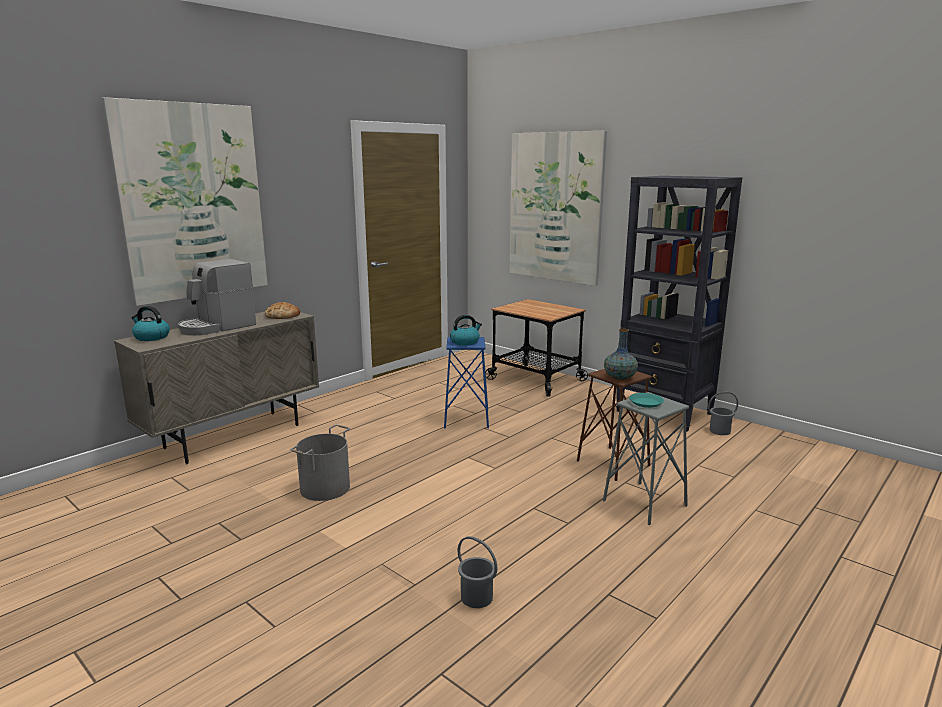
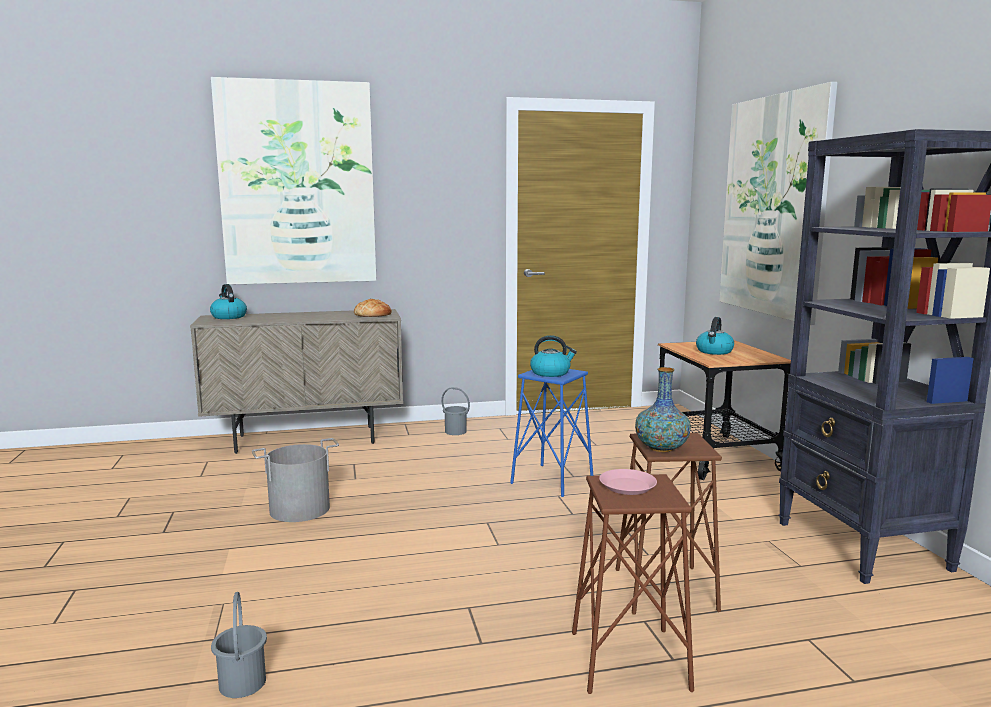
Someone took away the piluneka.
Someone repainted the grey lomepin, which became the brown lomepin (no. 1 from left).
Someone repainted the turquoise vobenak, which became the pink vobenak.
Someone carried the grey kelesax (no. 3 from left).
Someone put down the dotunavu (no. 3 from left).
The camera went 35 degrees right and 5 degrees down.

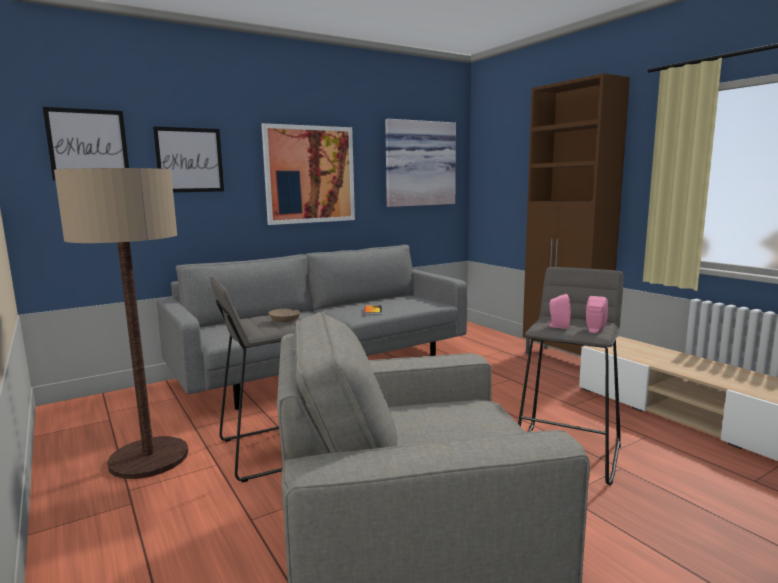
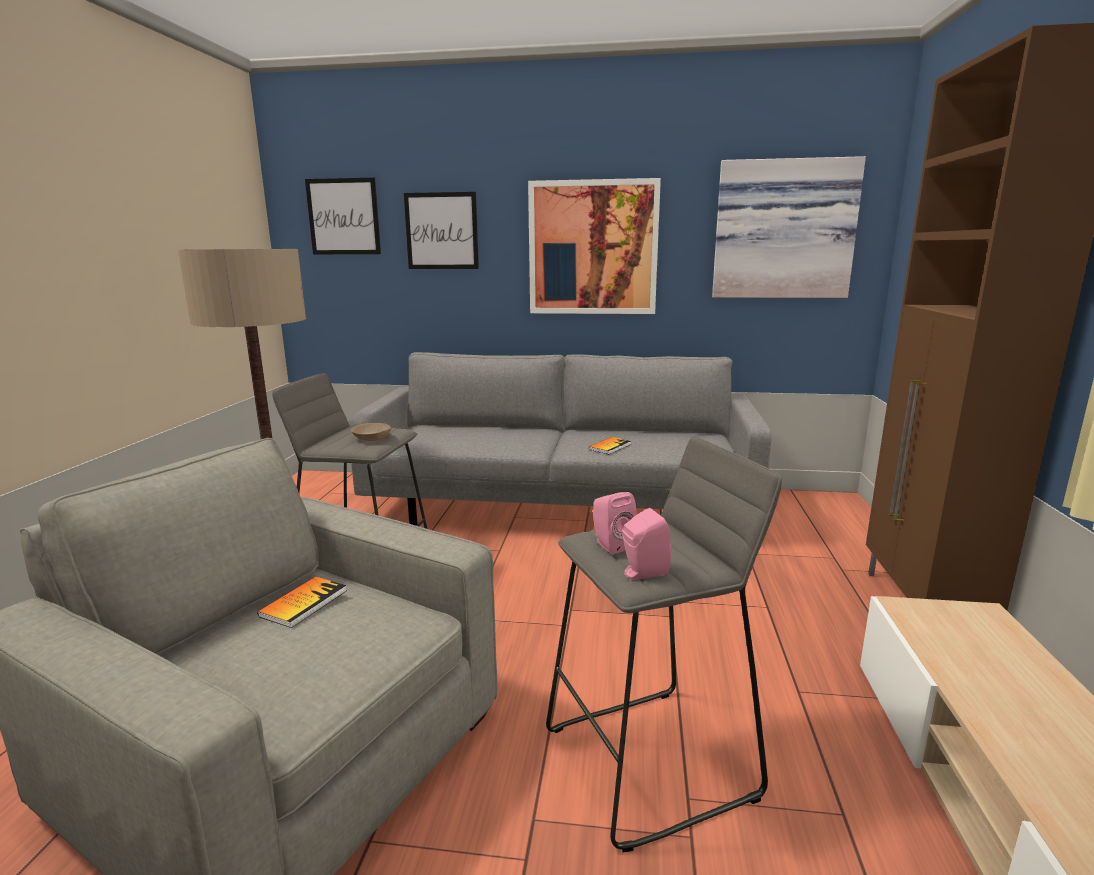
Someone put down the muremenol (no. 1 from left).
The camera went 40 degrees right and 5 degrees up.

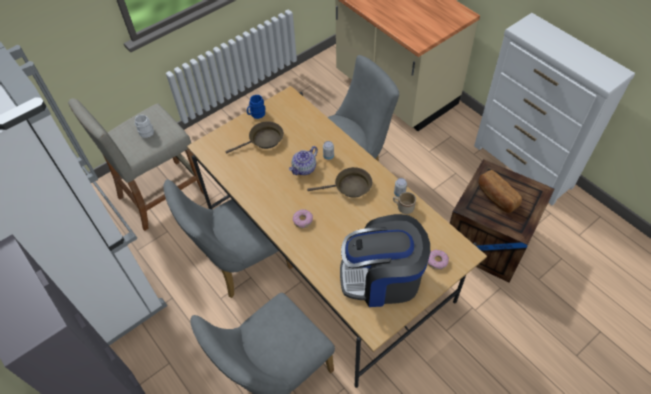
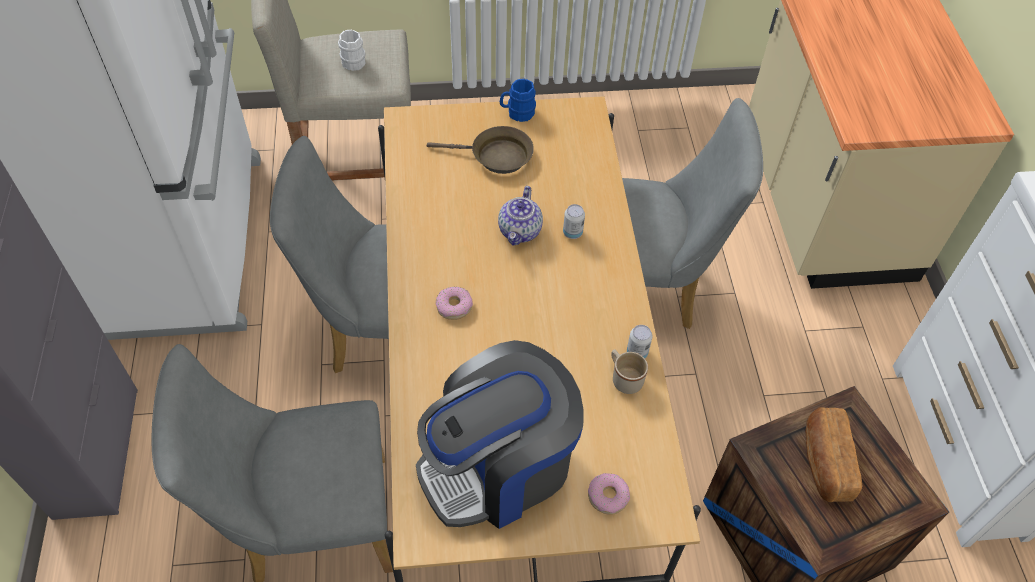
Someone rotated the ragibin by 60 degrees counterclockwise.
Someone took away the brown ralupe (no. 2 from left).
Someone rotated the piluneka by 60 degrees counterclockwise.
The camera went 30 degrees right and 0 degrees up.

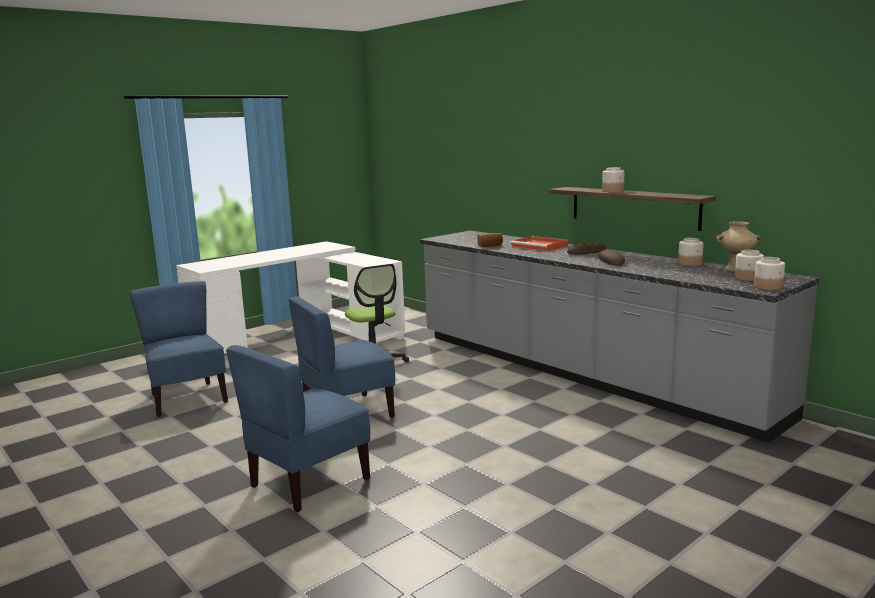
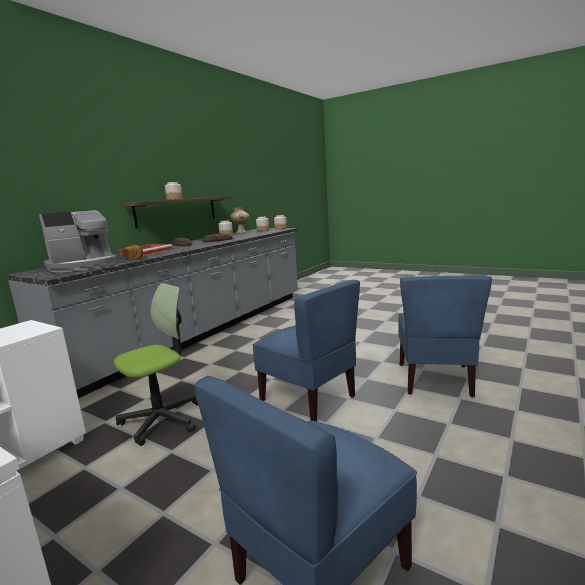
Someone rotated the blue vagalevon (no. 2 from left in the first image) by 75 degrees clockwise.
Someone put down the piluneka.
The camera went 105 degrees left and 0 degrees up.

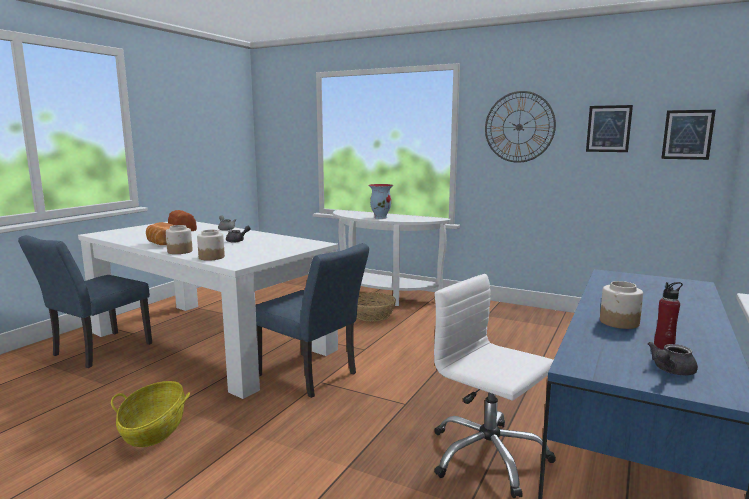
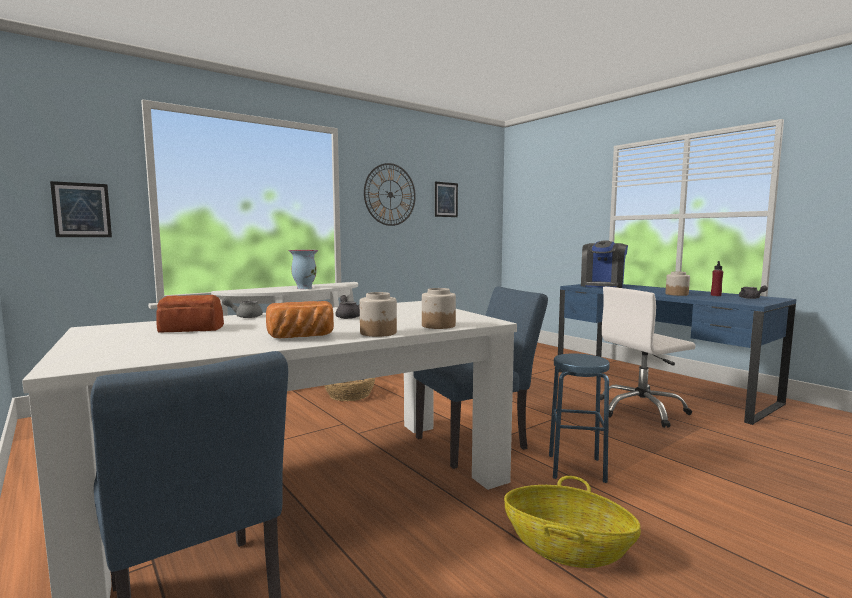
Someone carried the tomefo (no. 2 from left in the first image).
Someone put down the blue lomepin.
Someone put down the piluneka.
The camera went 65 degrees left and 5 degrees down.

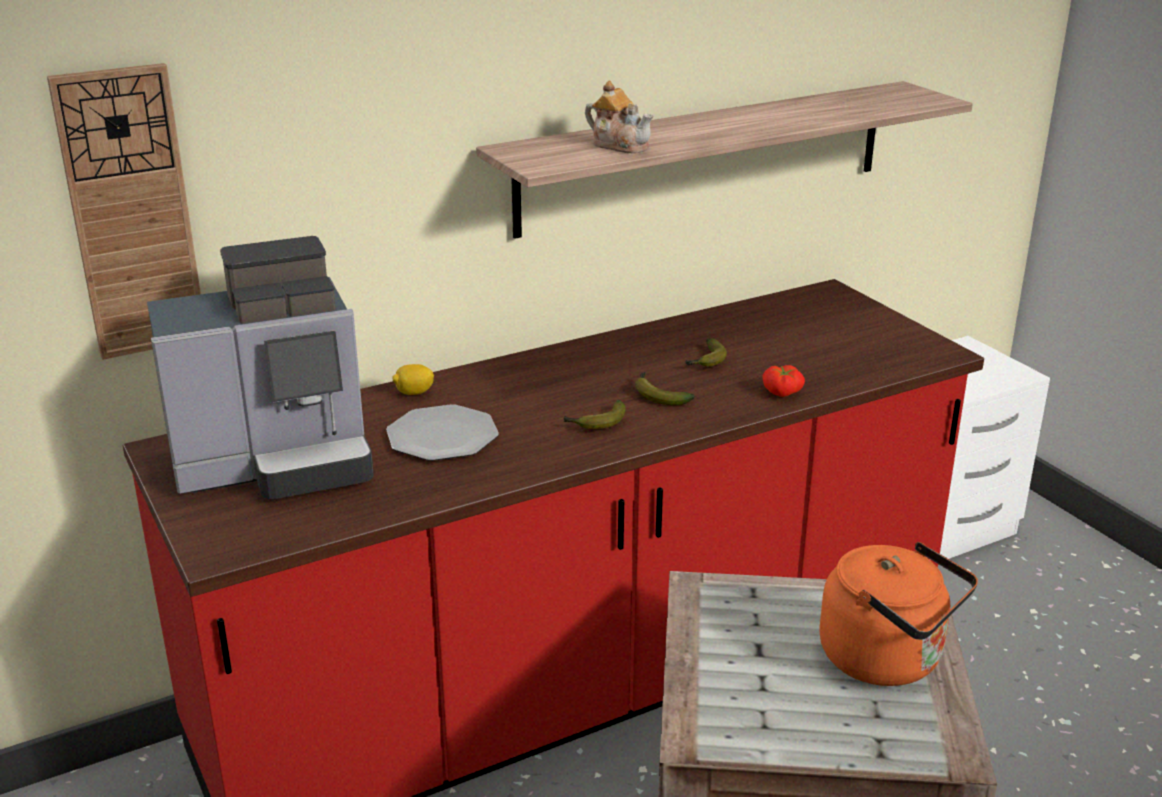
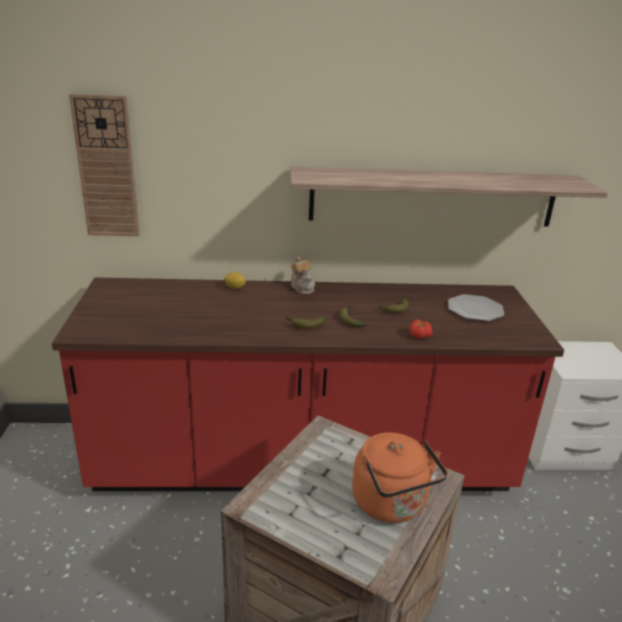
Someone took away the piluneka.
Someone carried the vobenak.
Someone carried the ragibin.
The camera went 25 degrees right and 0 degrees up.

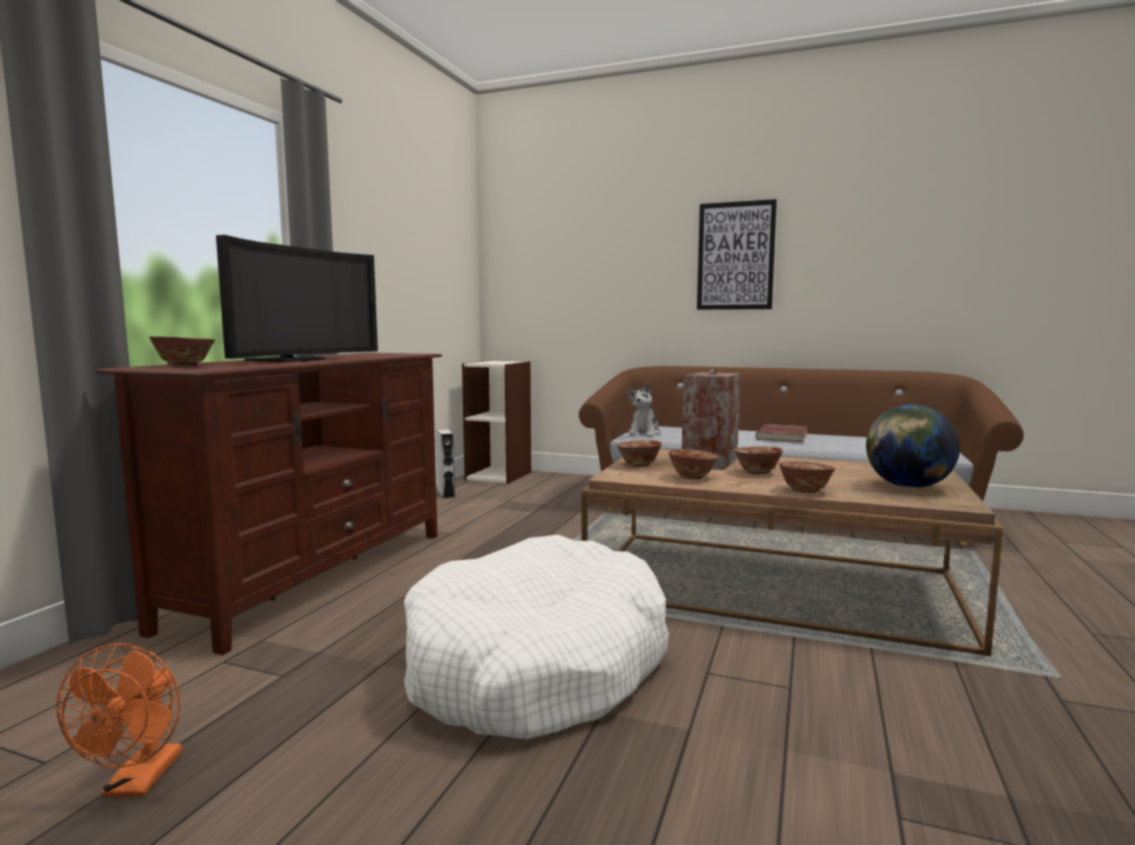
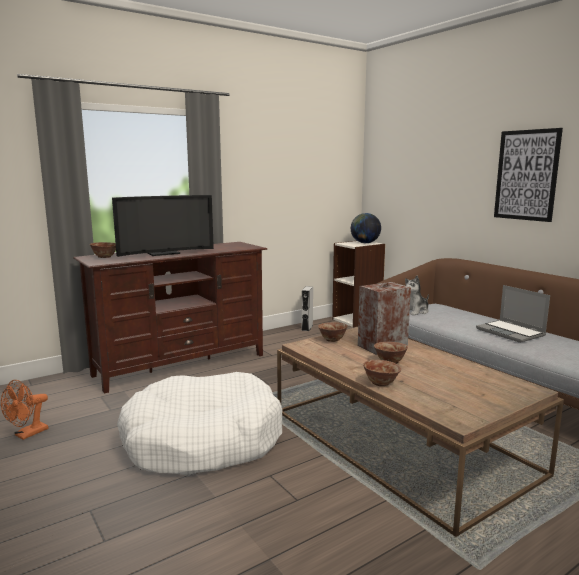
Someone took away the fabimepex (no. 3 from left).
Someone swapped the red muremenol for the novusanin.
Someone carried the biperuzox.
The camera went 35 degrees right and 5 degrees up.

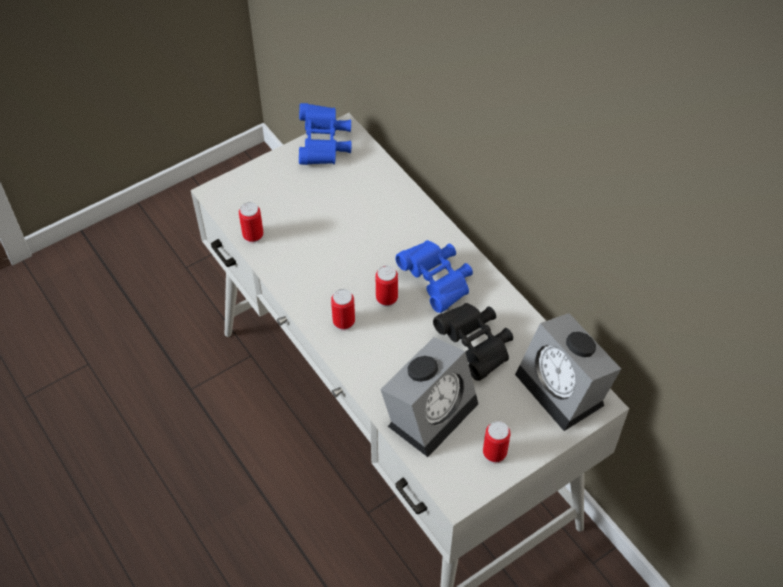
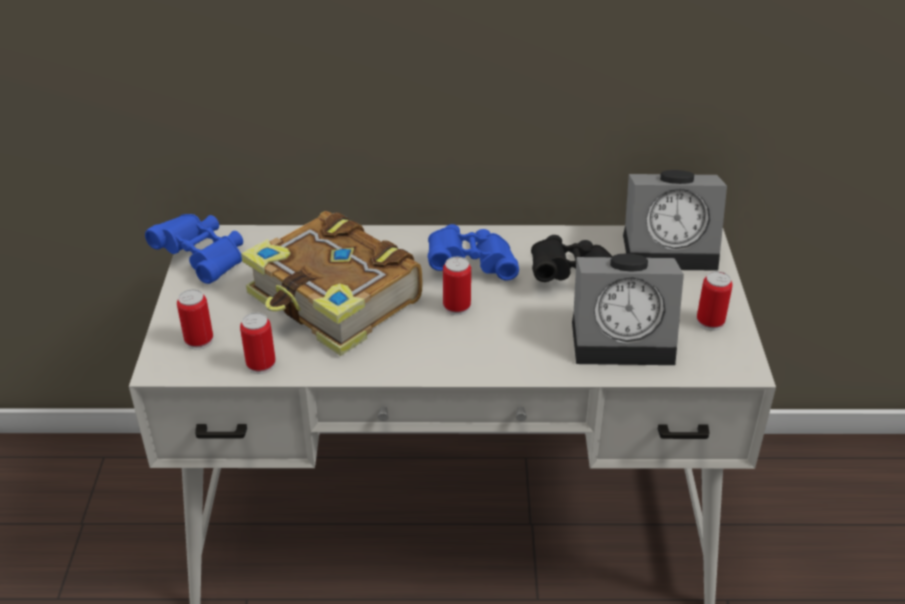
Someone carried the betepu (no. 2 from left in the first image).
Someone rotated the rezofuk (no. 1 from left) by 105 degrees clockwise.
Someone put down the muremenol.
The camera went 55 degrees left and 15 degrees down.

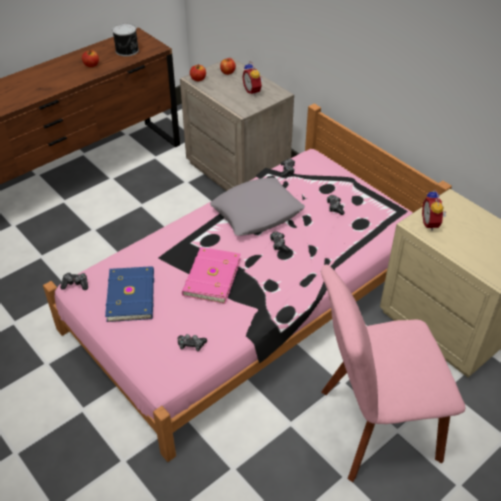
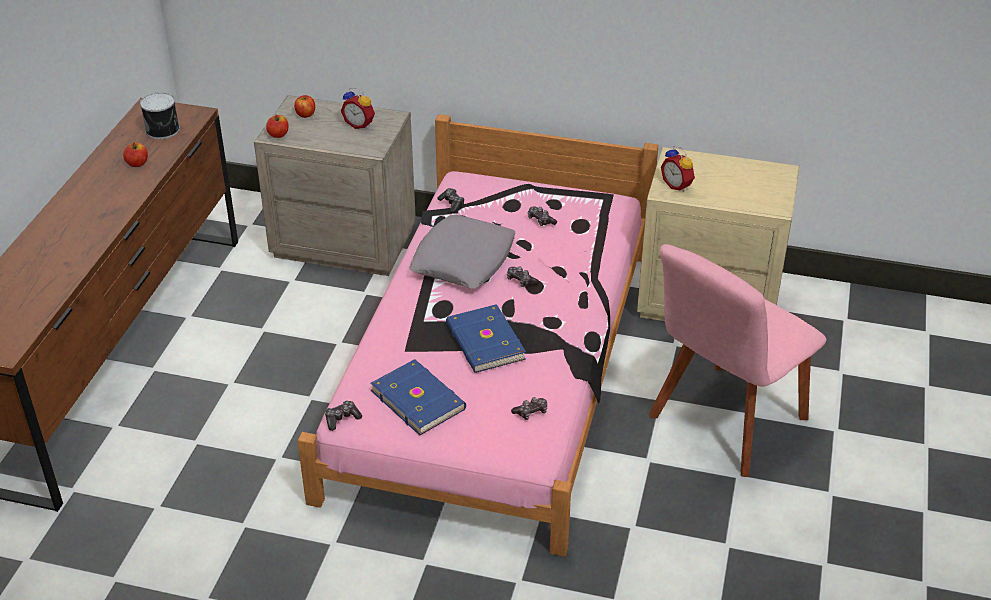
Someone repainted the pink muremenol, which became the blue muremenol (no. 2 from left).
The camera went 35 degrees left and 5 degrees down.

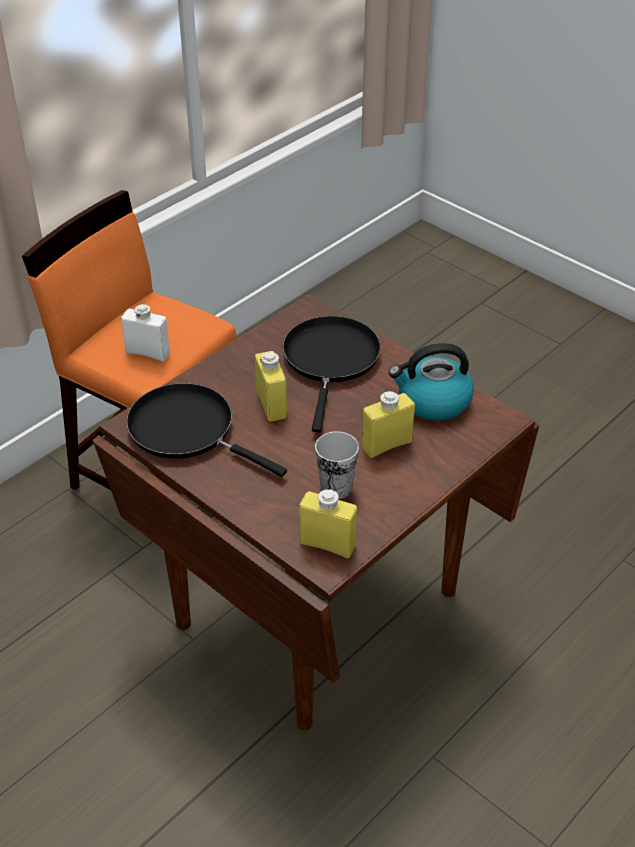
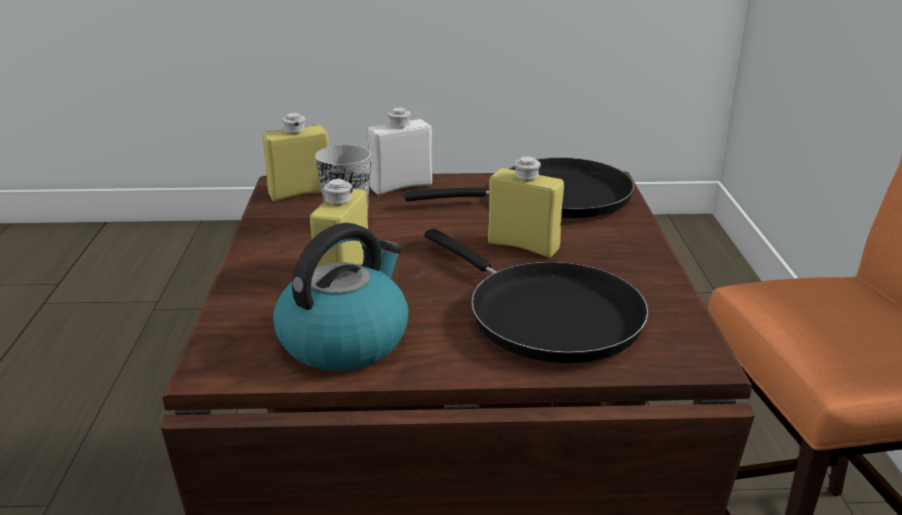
Someone carried the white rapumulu.
The camera went 135 degrees right and 15 degrees down.

